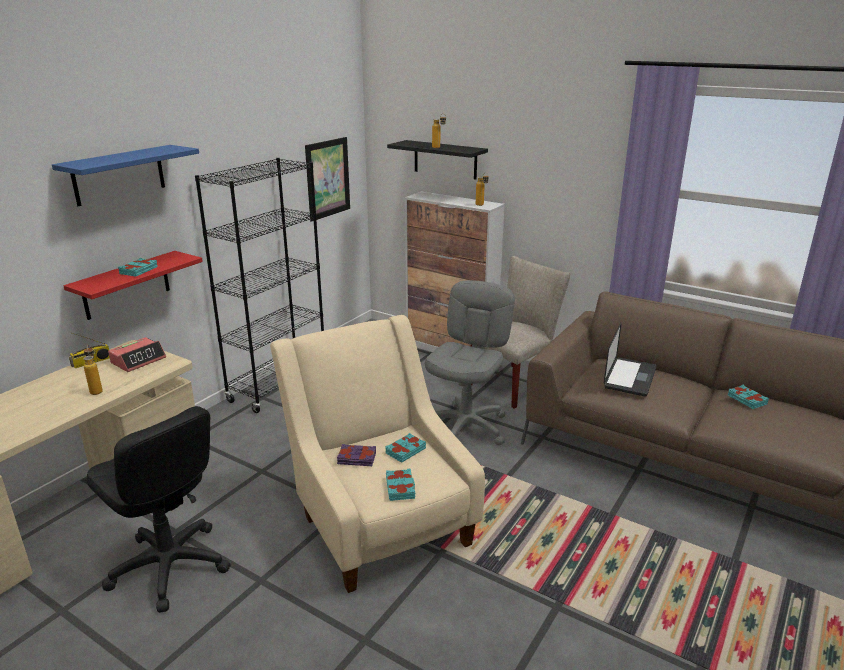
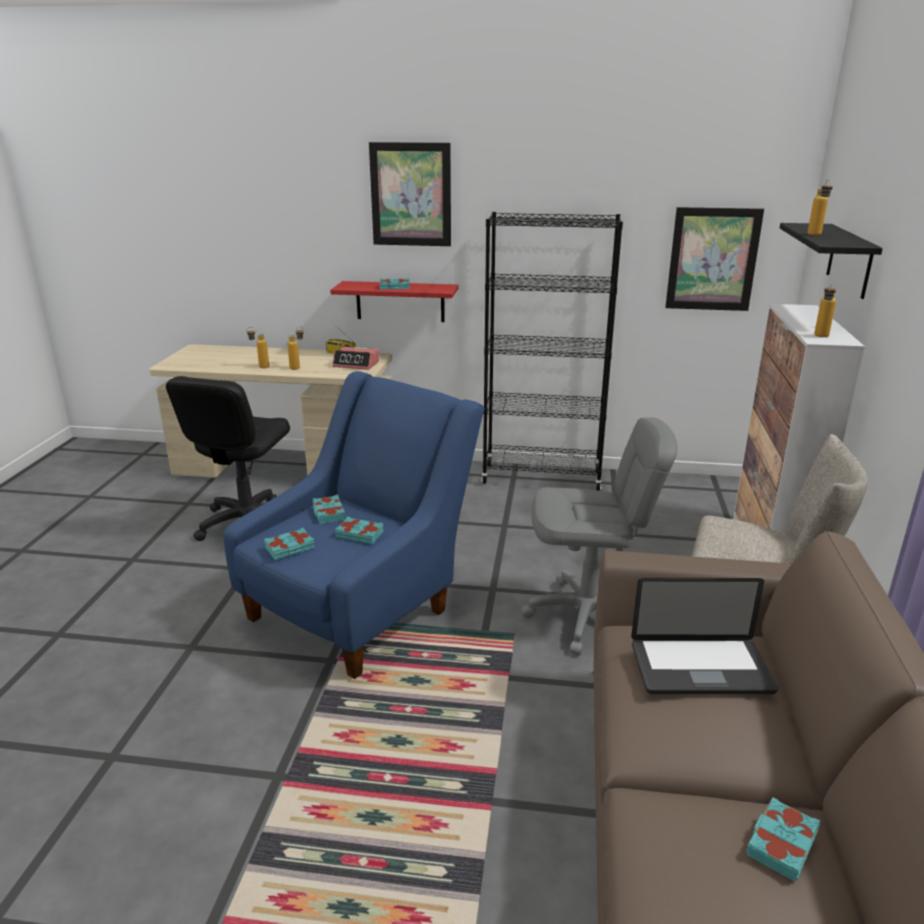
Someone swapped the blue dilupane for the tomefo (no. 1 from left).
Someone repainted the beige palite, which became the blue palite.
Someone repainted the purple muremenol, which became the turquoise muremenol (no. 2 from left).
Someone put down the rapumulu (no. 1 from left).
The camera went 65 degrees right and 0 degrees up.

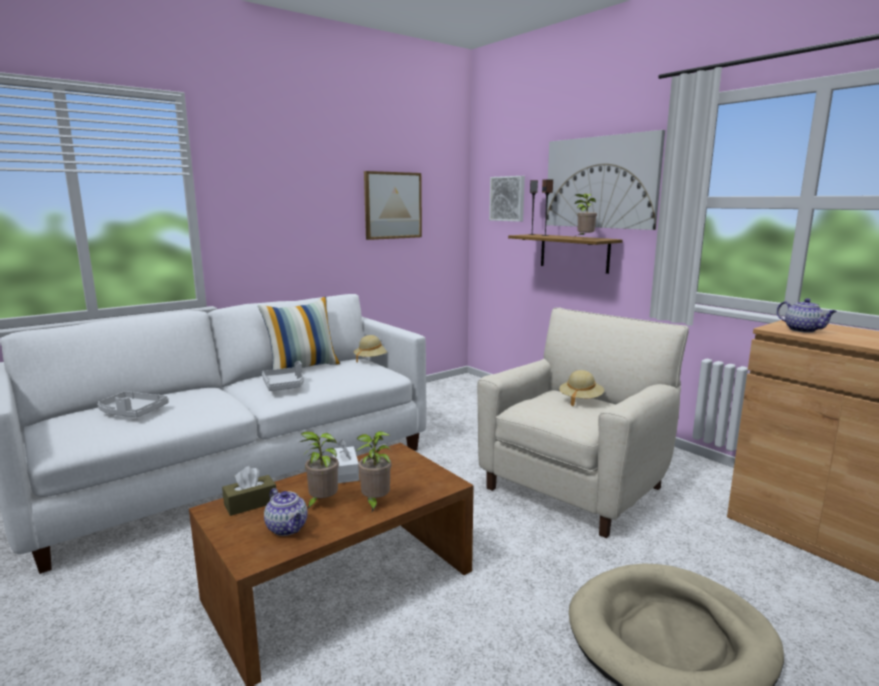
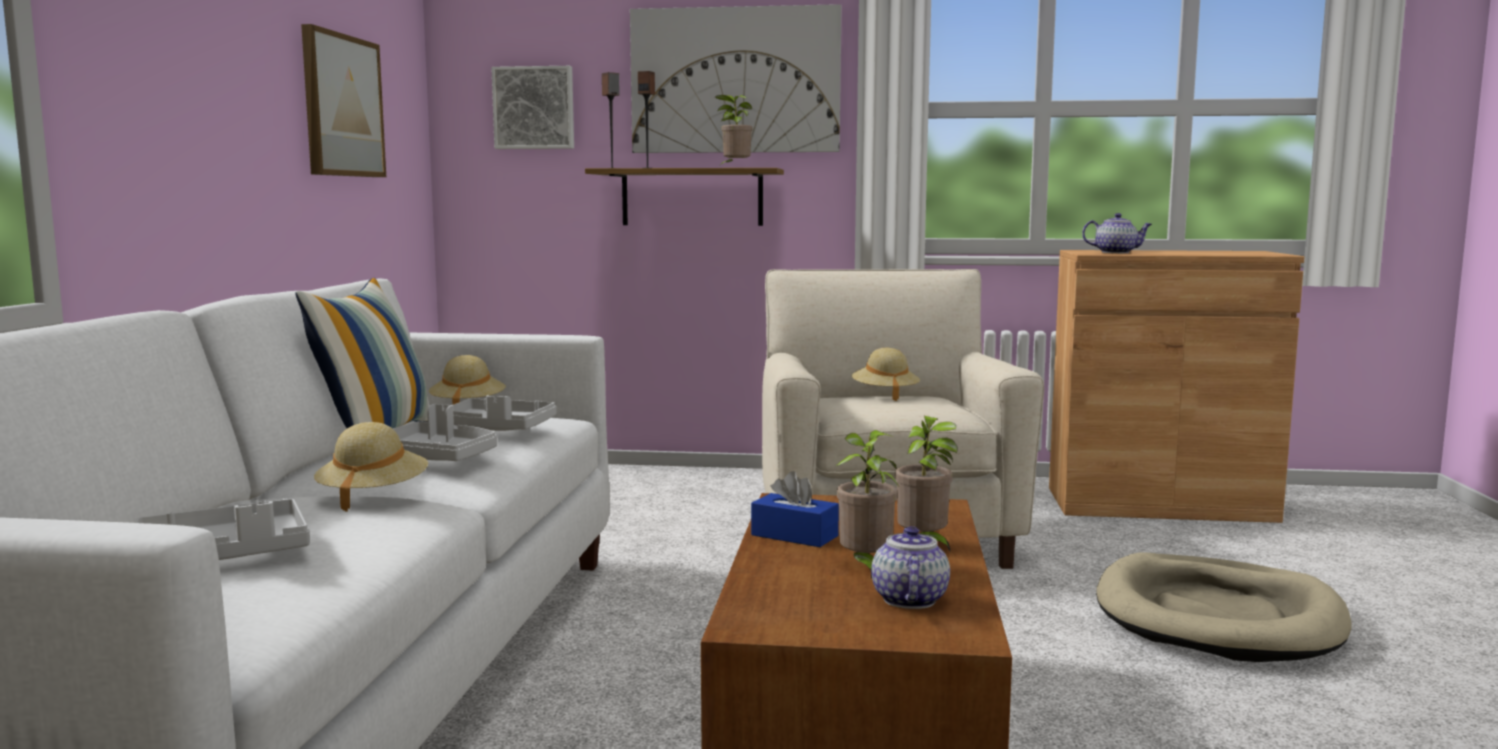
Someone took away the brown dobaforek.
Someone rotated the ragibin (no. 1 from left) by 90 degrees counterclockwise.
Someone repainted the white dobaforek, which became the blue dobaforek.
Someone put down the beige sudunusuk (no. 1 from left).
Someone put down the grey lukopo (no. 3 from left).
The camera went 45 degrees left and 5 degrees down.

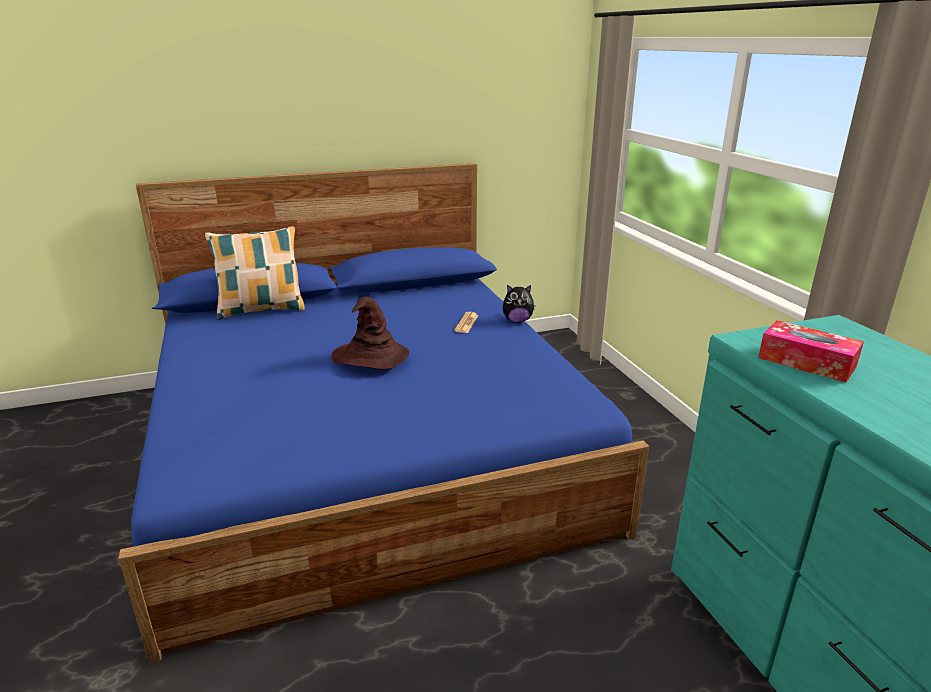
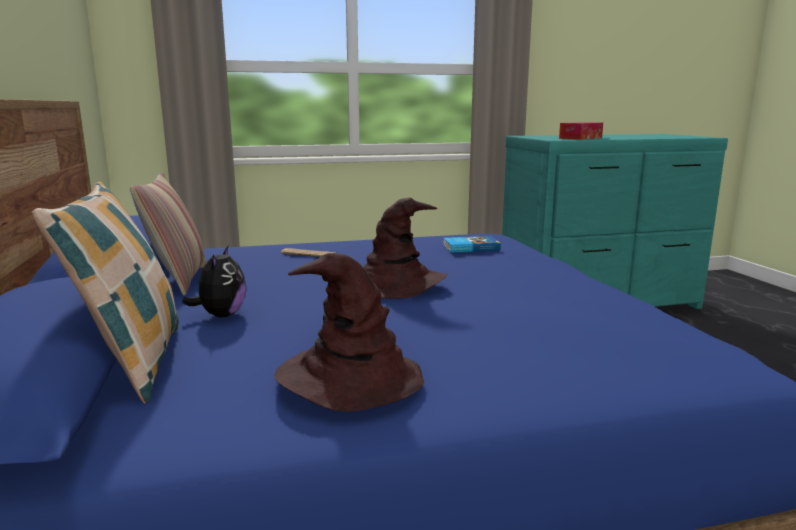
Someone carried the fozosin.
Someone put down the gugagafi (no. 2 from left).
Someone put down the brown sudunusuk (no. 1 from left).
Someone put down the muremenol.
The camera went 85 degrees left and 10 degrees down.

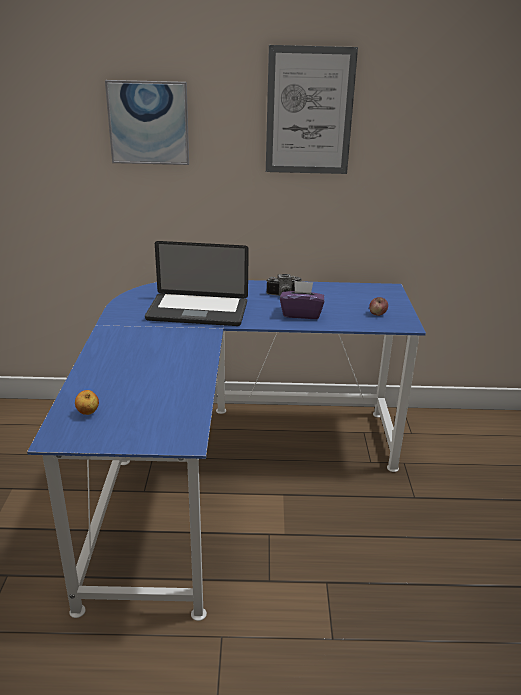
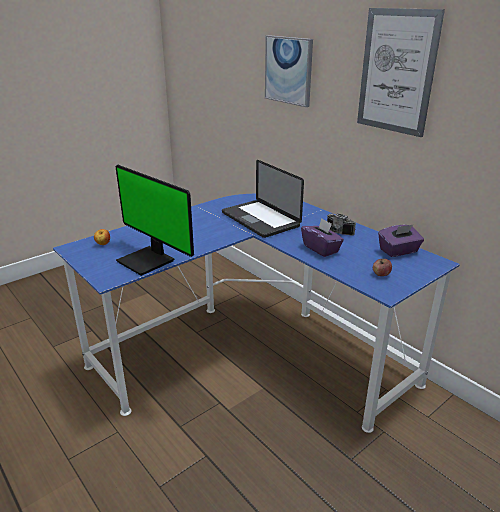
Someone put down the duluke.
Someone put down the purple dobaforek (no. 2 from left).
The camera went 50 degrees right and 0 degrees up.

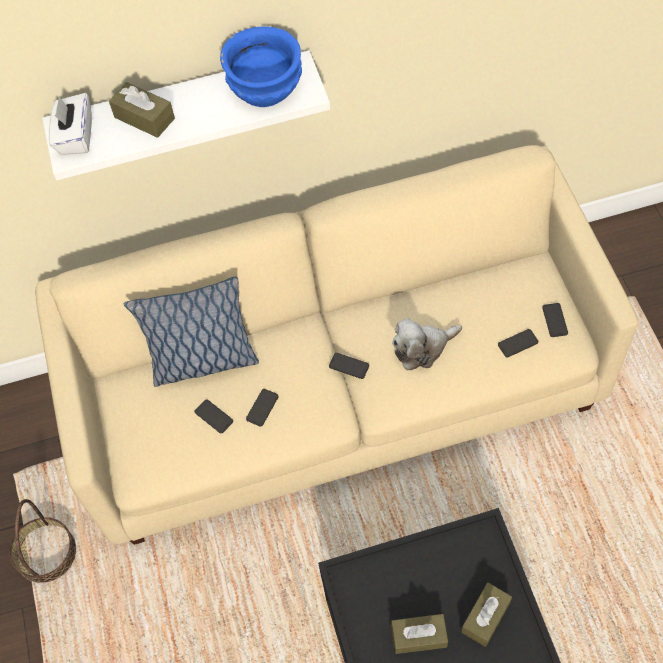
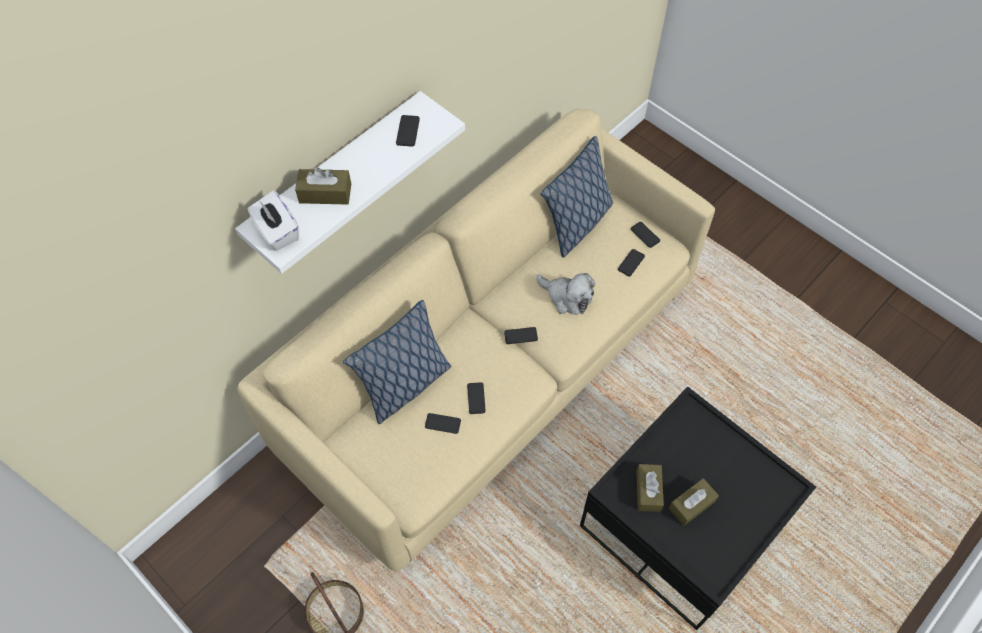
Someone swapped the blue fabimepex for the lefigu (no. 1 from left).
Someone rotated the fozosin by 90 degrees counterclockwise.
Someone carried the brown dobaforek (no. 3 from left in the first image).
Someone put down the gugagafi (no. 2 from left).
The camera went 35 degrees left and 0 degrees up.

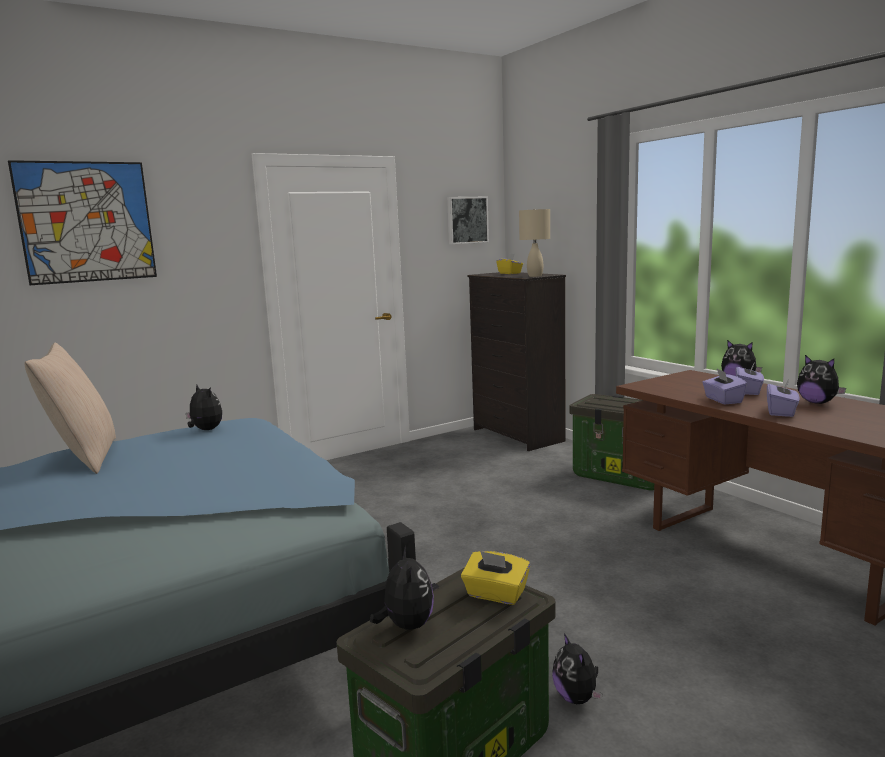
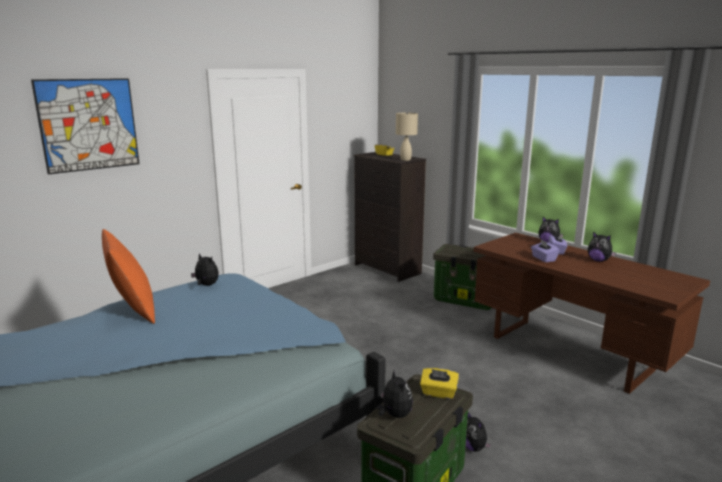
Someone repainted the beige gugagafi, which became the orange gugagafi.
Someone took away the tomefo (no. 2 from left).
Someone took away the purple dobaforek (no. 3 from left).
The camera went 10 degrees left and 5 degrees up.

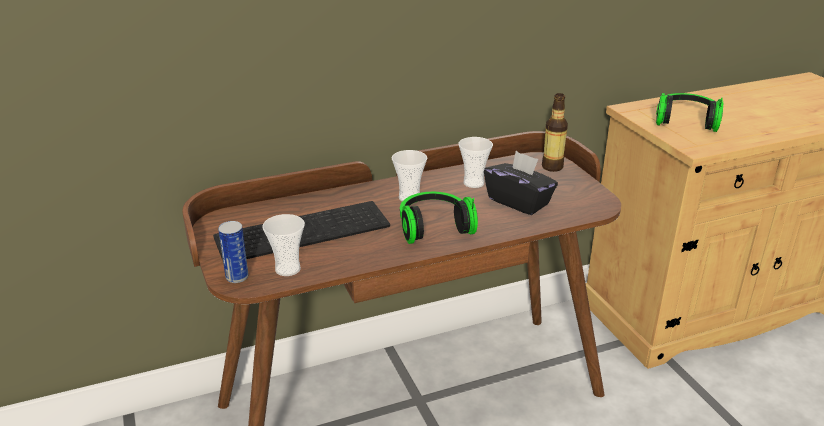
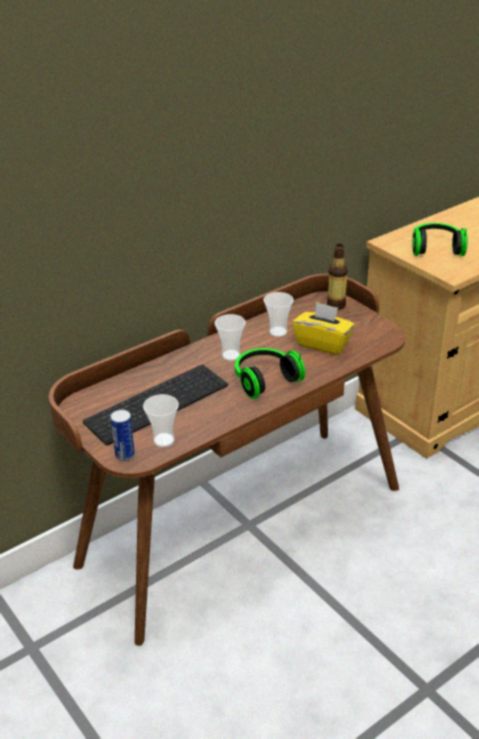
Someone repainted the black dobaforek, which became the yellow dobaforek.
The camera went 15 degrees left and 5 degrees up.

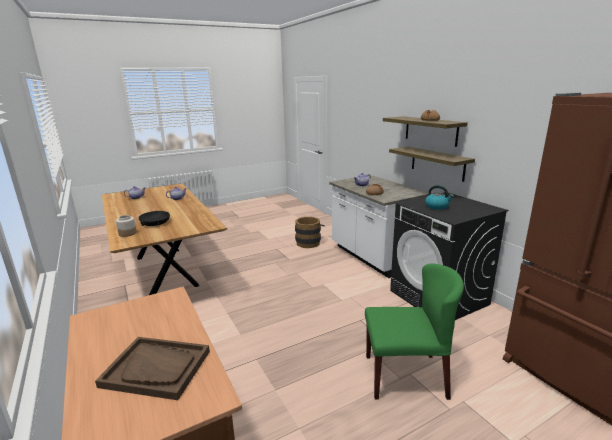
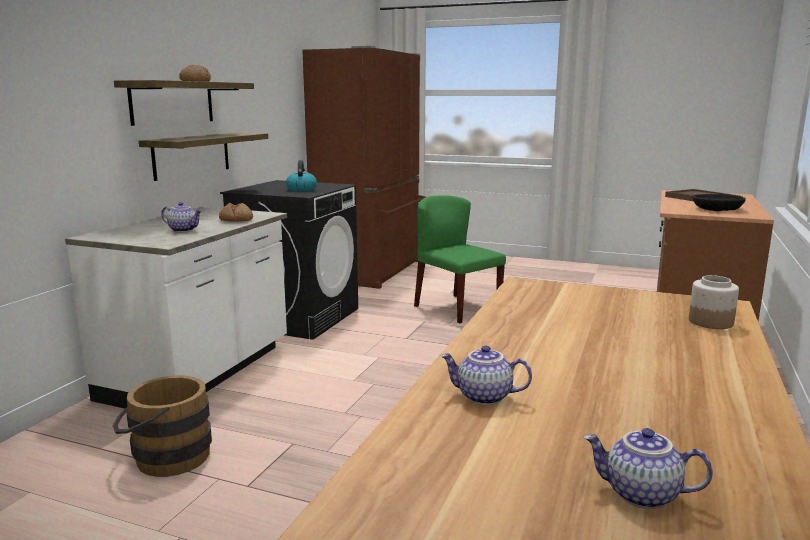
Someone carried the black fabimepex.
The camera went 130 degrees left and 5 degrees down.

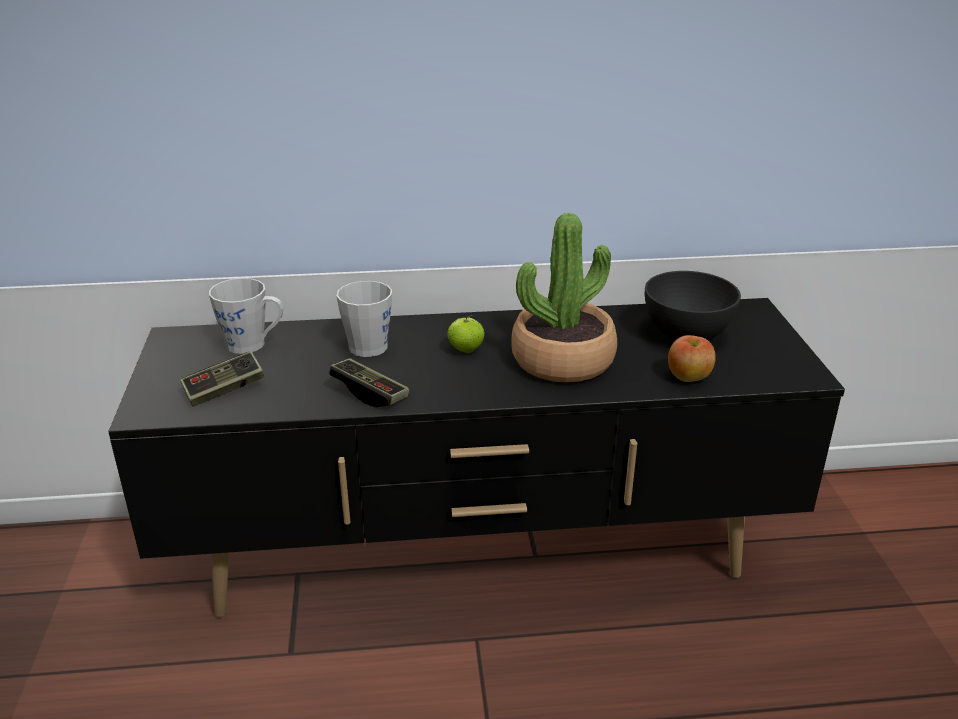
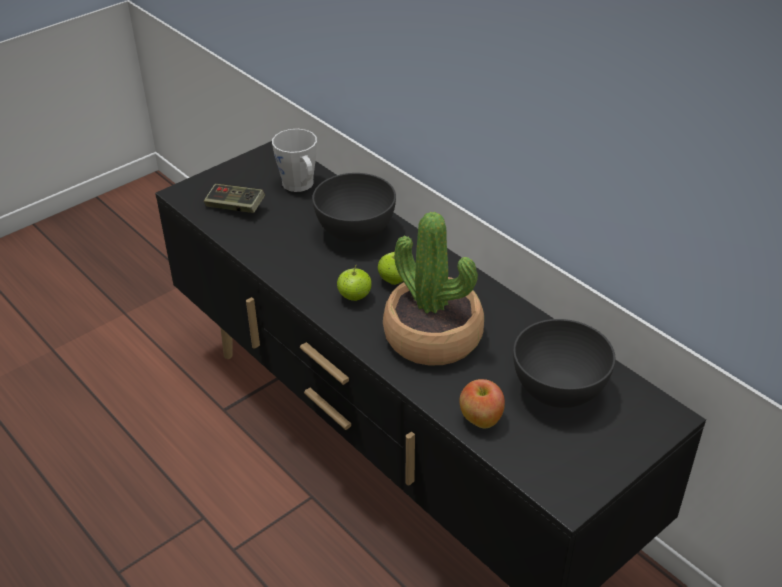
Someone took away the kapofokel (no. 2 from left).
Someone swapped the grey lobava (no. 2 from left) for the grey fabimepex (no. 1 from left).
Someone put down the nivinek (no. 1 from left).
The camera went 55 degrees right and 10 degrees up.

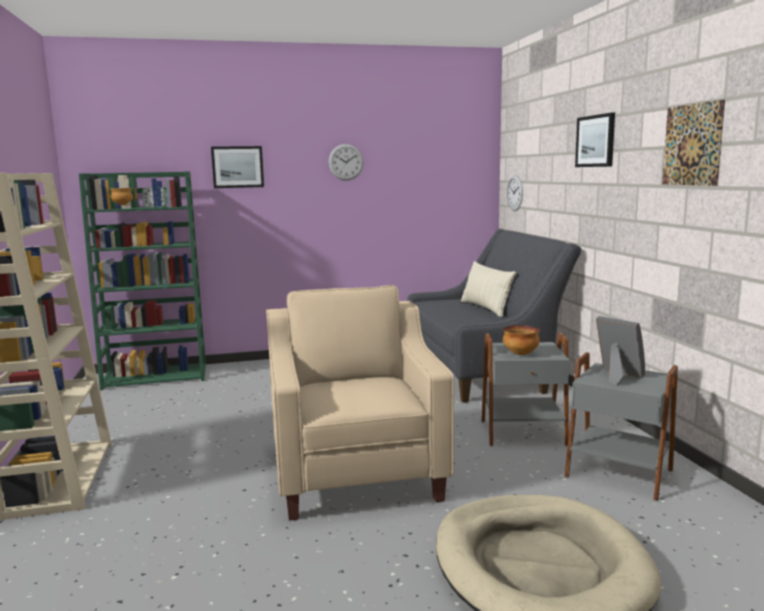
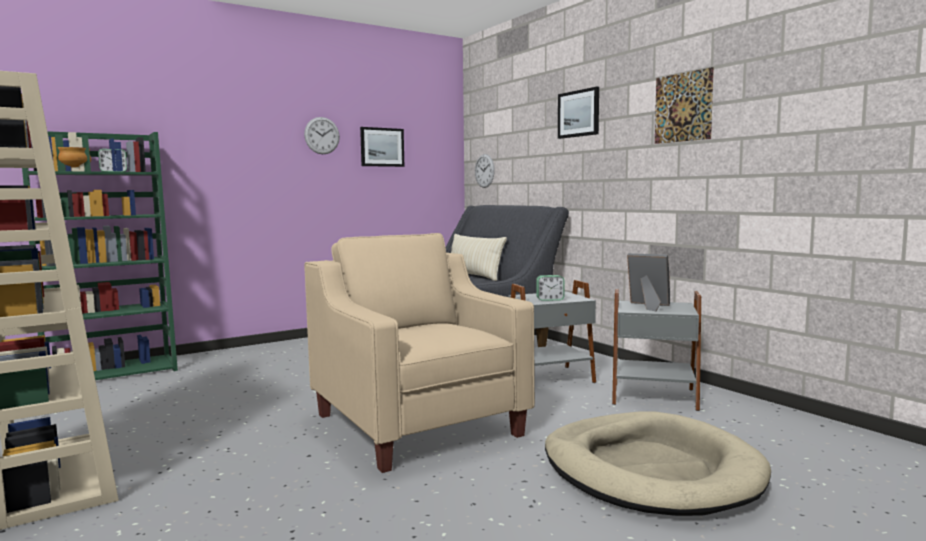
Someone carried the tomefo (no. 1 from left).
Someone swapped the fabimepex (no. 2 from left) for the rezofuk (no. 2 from left).
The camera went 20 degrees left and 5 degrees down.

